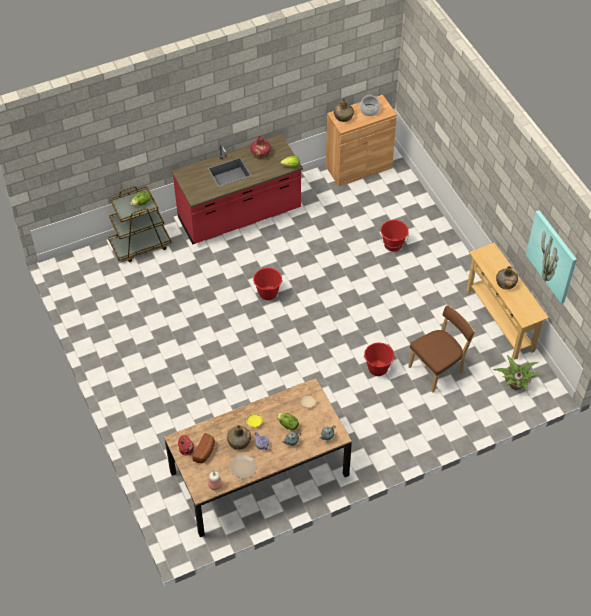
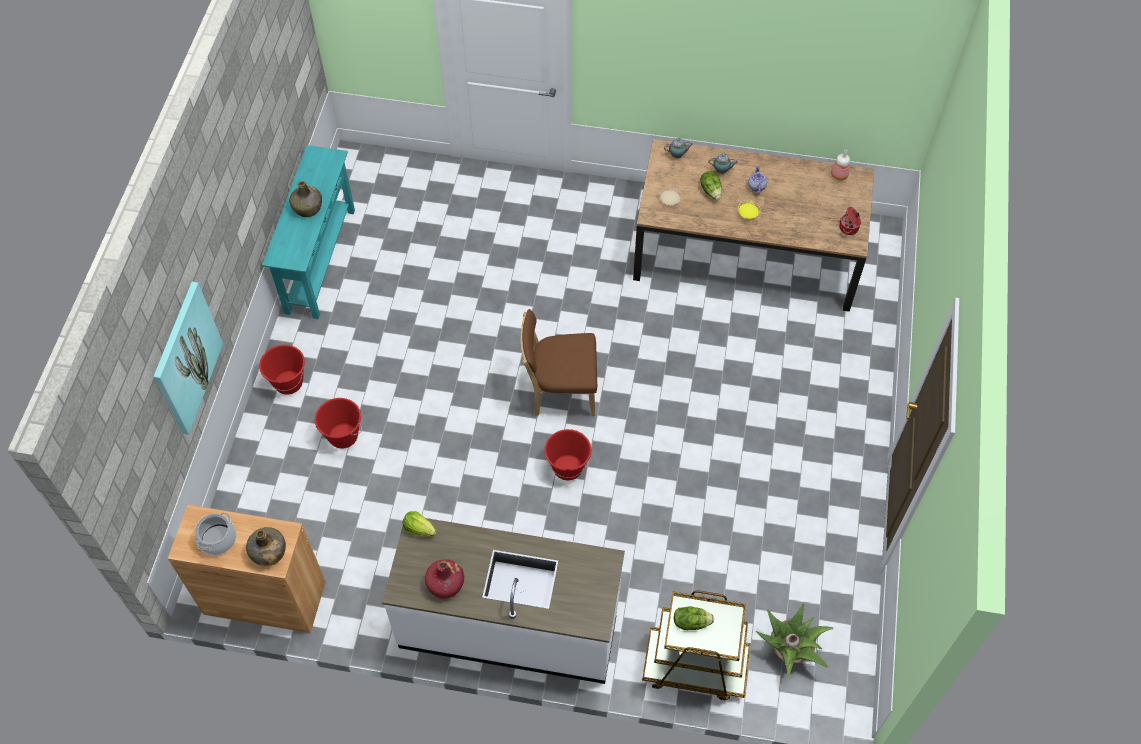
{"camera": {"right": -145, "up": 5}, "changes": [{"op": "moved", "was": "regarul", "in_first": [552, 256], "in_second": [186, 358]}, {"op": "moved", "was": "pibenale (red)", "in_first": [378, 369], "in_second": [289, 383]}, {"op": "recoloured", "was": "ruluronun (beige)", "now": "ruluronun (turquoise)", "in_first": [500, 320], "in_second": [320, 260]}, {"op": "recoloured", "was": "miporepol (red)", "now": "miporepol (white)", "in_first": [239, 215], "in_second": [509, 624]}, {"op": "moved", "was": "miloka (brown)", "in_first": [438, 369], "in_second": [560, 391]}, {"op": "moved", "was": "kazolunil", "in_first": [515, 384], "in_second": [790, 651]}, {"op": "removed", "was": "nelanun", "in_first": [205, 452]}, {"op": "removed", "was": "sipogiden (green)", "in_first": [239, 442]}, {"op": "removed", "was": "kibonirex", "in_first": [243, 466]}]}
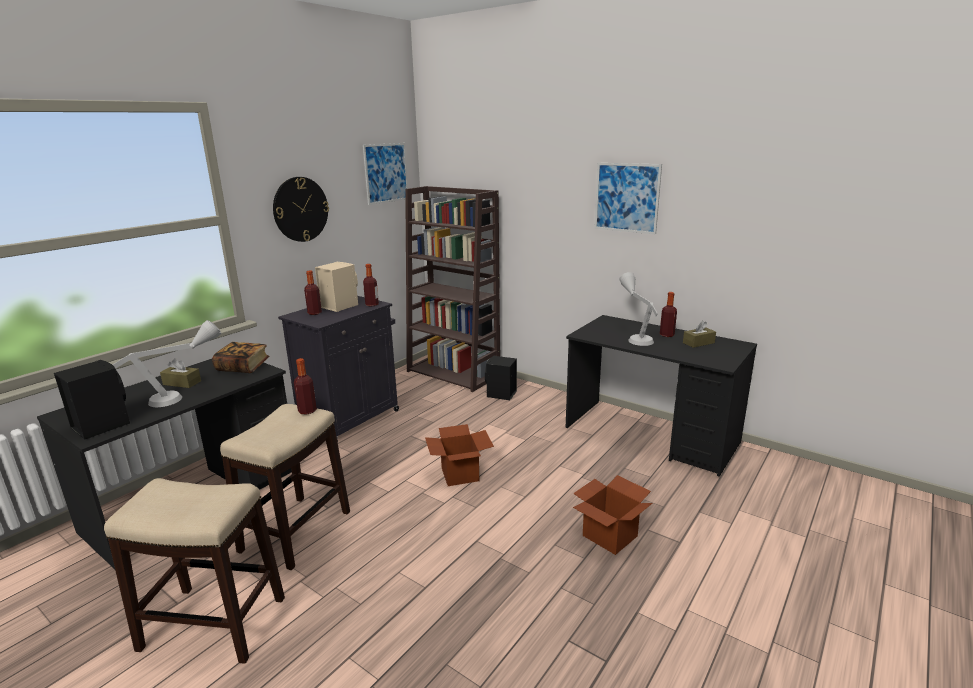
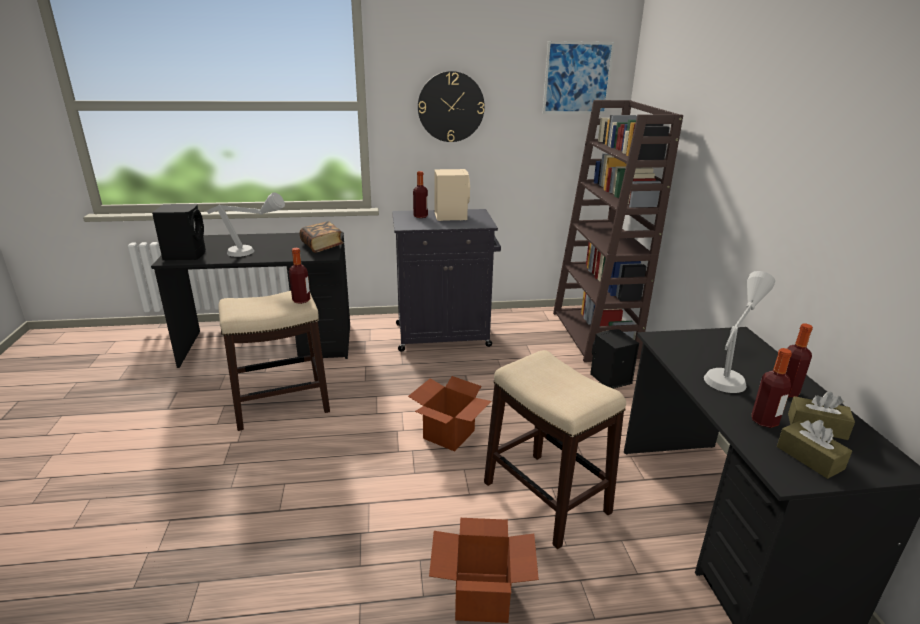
{"camera": {"right": 45, "up": 5}, "changes": [{"op": "moved", "was": "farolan", "in_first": [212, 623], "in_second": [545, 497]}, {"op": "moved", "was": "sipogiden", "in_first": [372, 304], "in_second": [764, 421]}, {"op": "moved", "was": "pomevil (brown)", "in_first": [182, 383], "in_second": [809, 458]}, {"op": "removed", "was": "regarul", "in_first": [626, 197]}]}
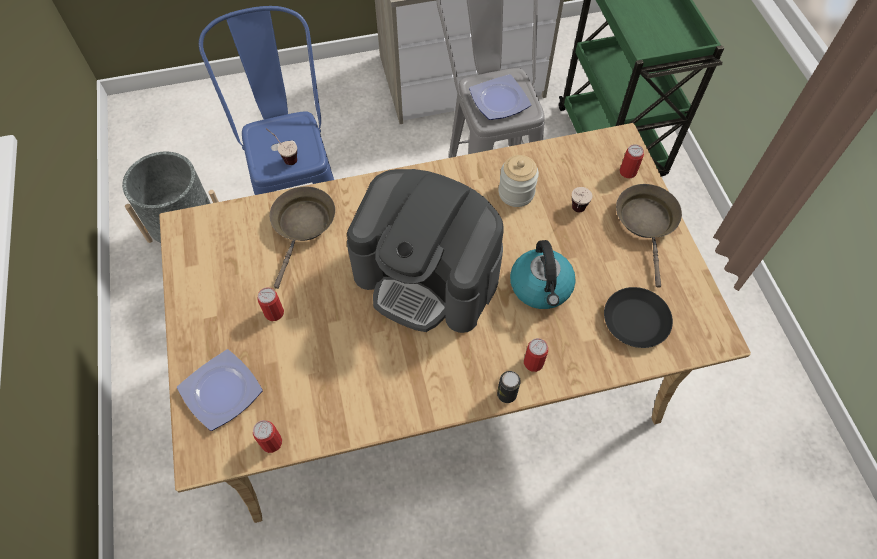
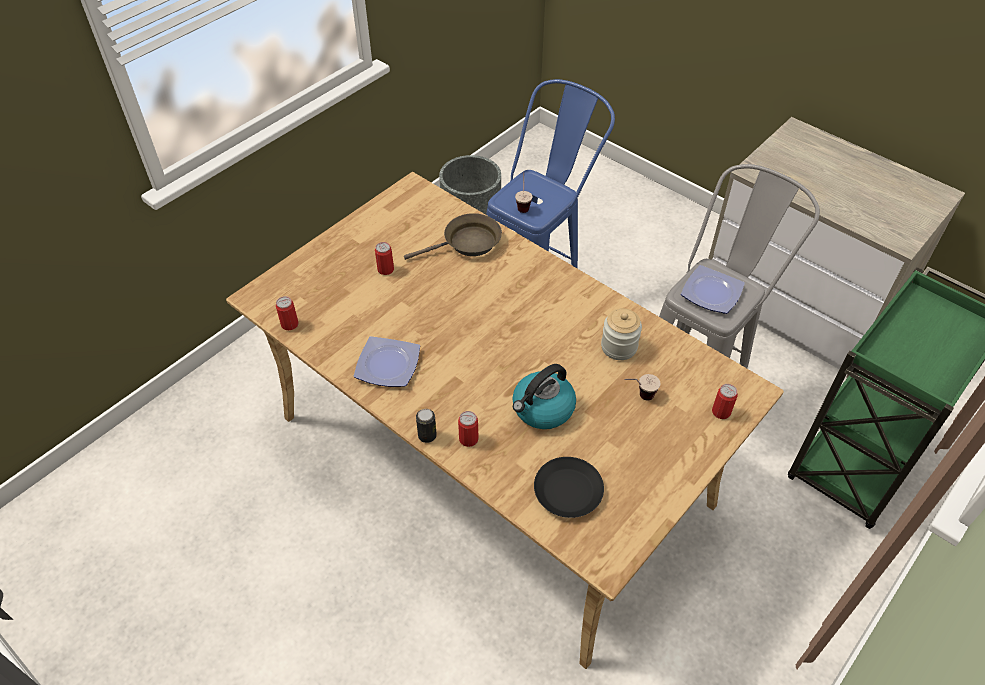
{"camera": {"right": 55, "up": -10}, "changes": [{"op": "moved", "was": "kibonirex", "in_first": [220, 391], "in_second": [387, 364]}, {"op": "removed", "was": "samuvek", "in_first": [428, 276]}, {"op": "removed", "was": "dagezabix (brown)", "in_first": [646, 223]}]}
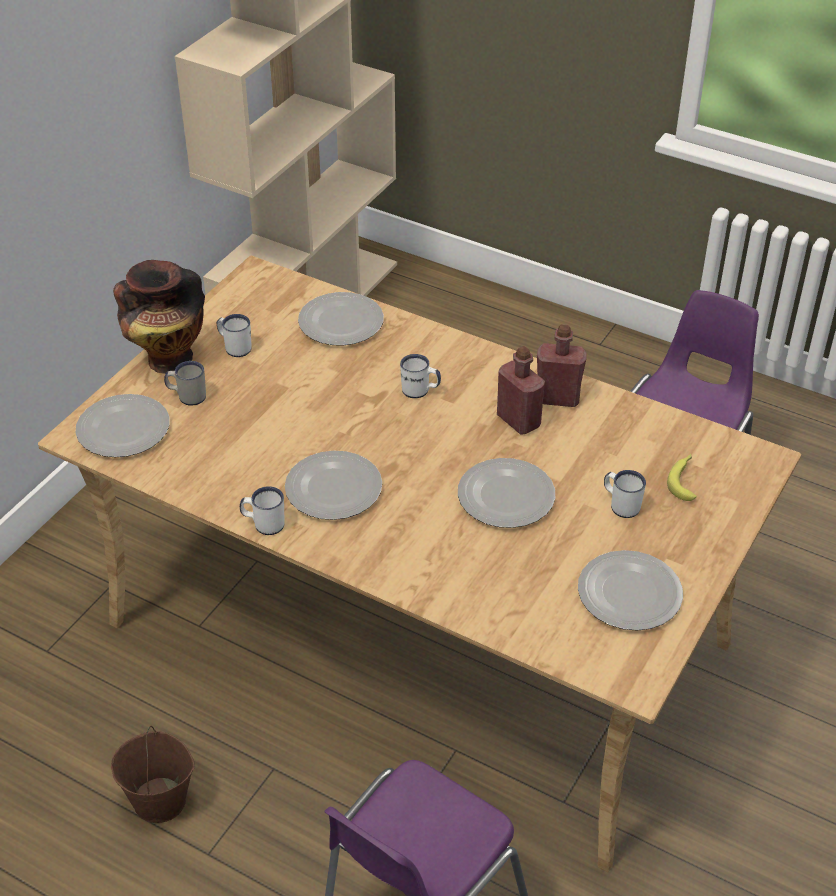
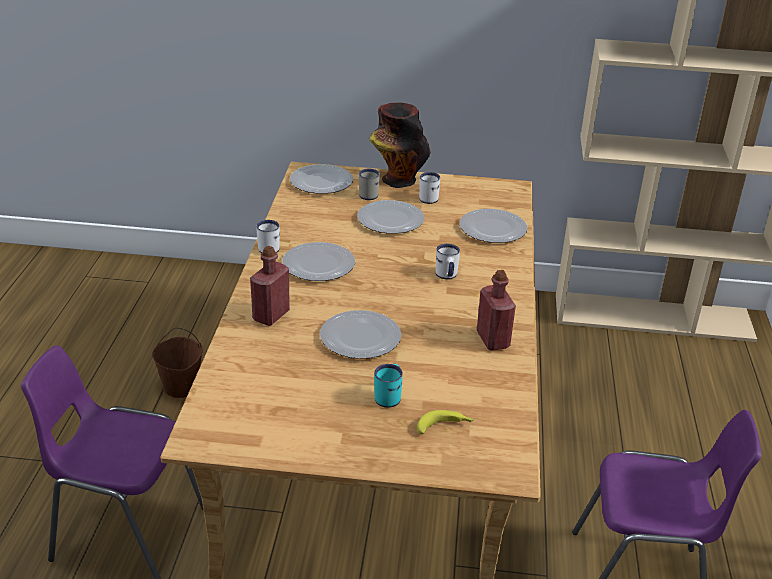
{"camera": {"right": 65, "up": -10}, "changes": [{"op": "moved", "was": "sipogiden (red)", "in_first": [518, 421], "in_second": [271, 315]}, {"op": "moved", "was": "kibonirex", "in_first": [628, 593], "in_second": [390, 219]}, {"op": "recoloured", "was": "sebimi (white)", "now": "sebimi (turquoise)", "in_first": [621, 505], "in_second": [389, 396]}]}
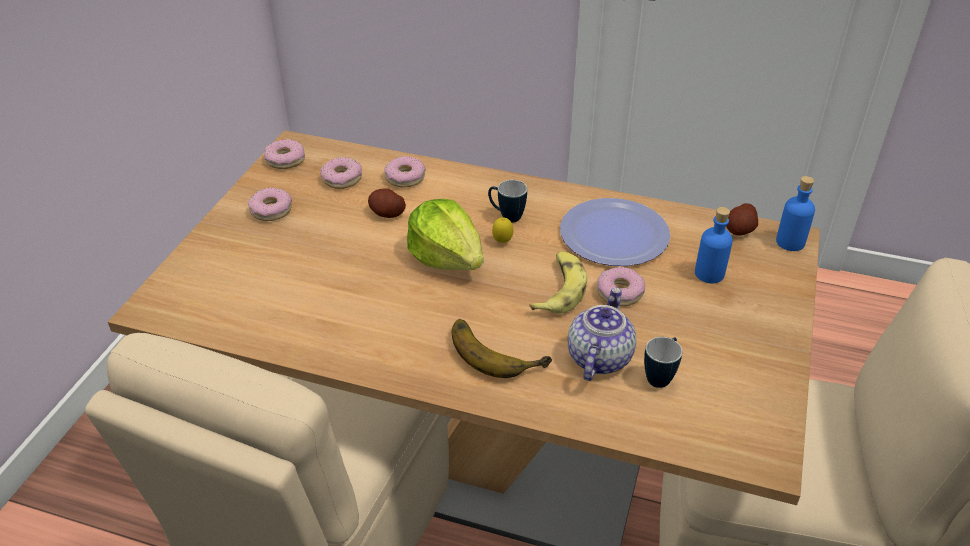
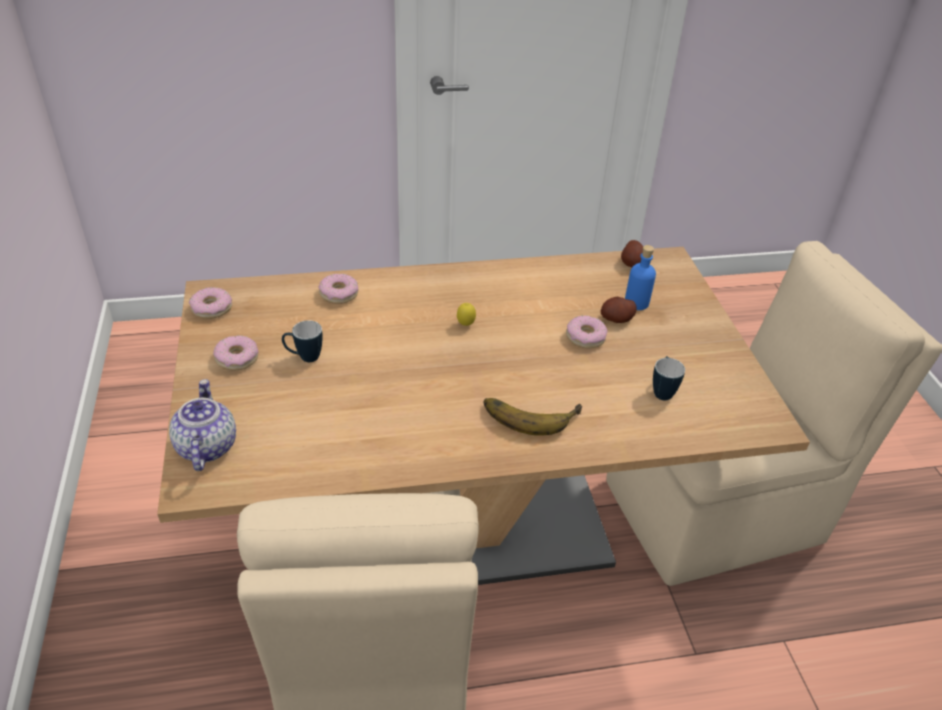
{"camera": {"right": -30, "up": 0}, "changes": [{"op": "moved", "was": "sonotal", "in_first": [598, 357], "in_second": [205, 446]}, {"op": "moved", "was": "sebimi", "in_first": [506, 216], "in_second": [304, 357]}, {"op": "moved", "was": "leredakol", "in_first": [387, 213], "in_second": [617, 319]}, {"op": "removed", "was": "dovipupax", "in_first": [342, 179]}, {"op": "removed", "was": "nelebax", "in_first": [447, 257]}, {"op": "removed", "was": "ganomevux", "in_first": [559, 289]}, {"op": "removed", "was": "kibonirex", "in_first": [614, 234]}, {"op": "removed", "was": "sipogiden (blue)", "in_first": [790, 242]}]}
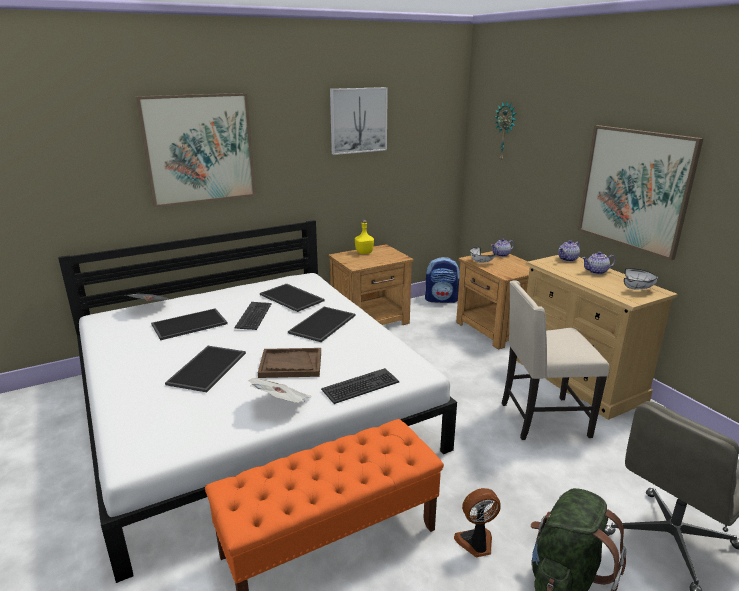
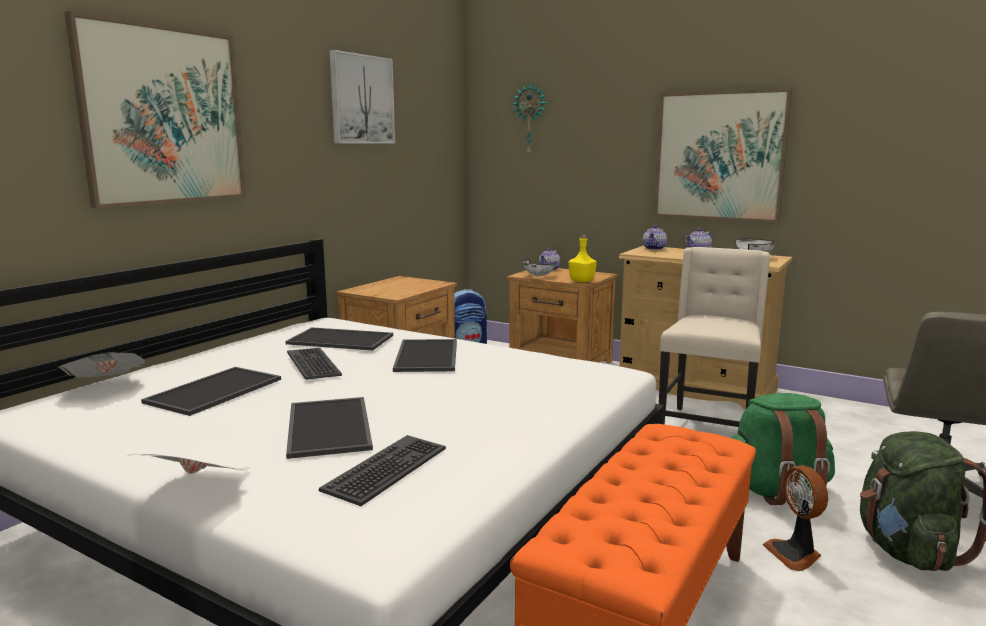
{"camera": {"right": -30, "up": -10}, "changes": [{"op": "moved", "was": "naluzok", "in_first": [282, 404], "in_second": [199, 490]}, {"op": "moved", "was": "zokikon", "in_first": [361, 386], "in_second": [387, 469]}, {"op": "moved", "was": "sipogiden (yellow)", "in_first": [364, 252], "in_second": [581, 281]}, {"op": "turned", "was": "miloka (beige)", "in_first": [542, 419], "in_second": [707, 427], "clockwise": 150}, {"op": "added", "now": "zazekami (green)", "in_second": [776, 490]}, {"op": "turned", "was": "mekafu", "in_first": [476, 543], "in_second": [795, 554], "clockwise": -60}, {"op": "removed", "was": "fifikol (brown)", "in_first": [290, 364]}]}
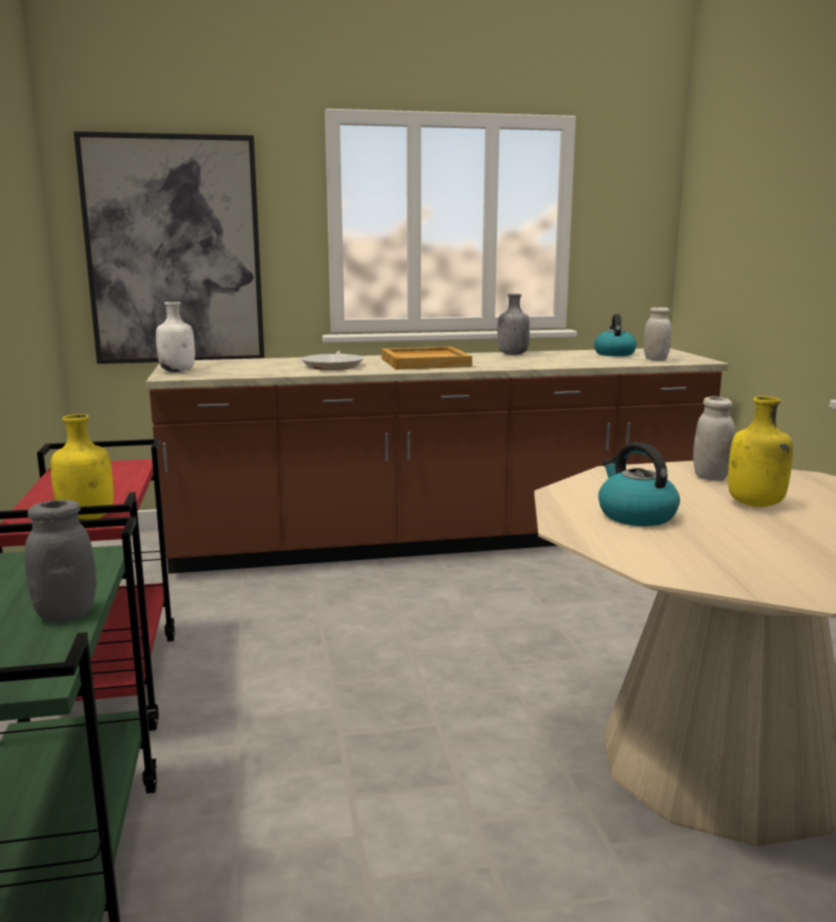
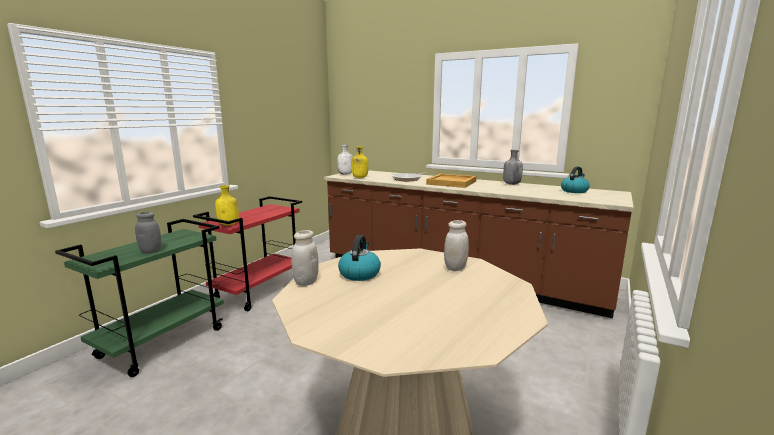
{"camera": {"right": 40, "up": 0}, "changes": [{"op": "moved", "was": "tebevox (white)", "in_first": [655, 359], "in_second": [306, 282]}, {"op": "moved", "was": "sipogiden (yellow)", "in_first": [756, 504], "in_second": [359, 178]}, {"op": "removed", "was": "regarul", "in_first": [174, 251]}]}
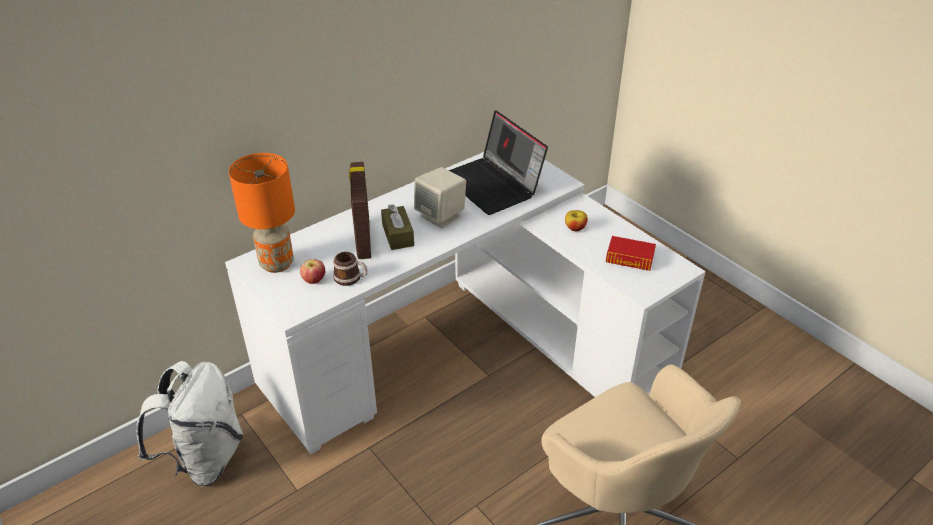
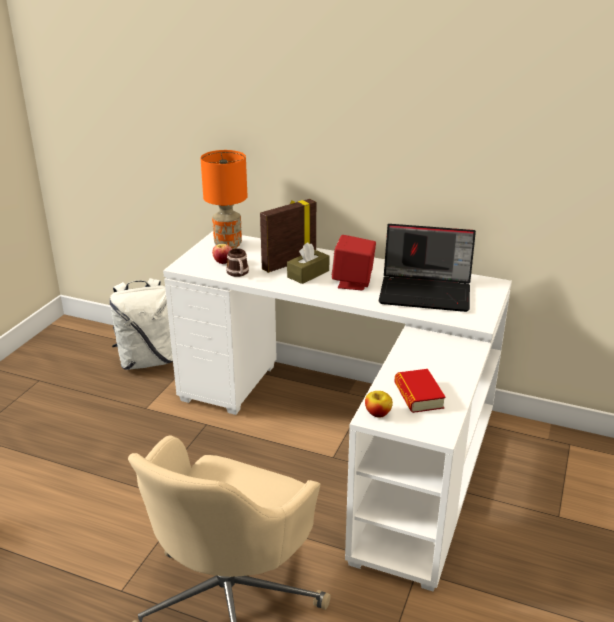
{"camera": {"right": 60, "up": -10}, "changes": [{"op": "recoloured", "was": "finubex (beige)", "now": "finubex (red)", "in_first": [441, 216], "in_second": [353, 283]}, {"op": "moved", "was": "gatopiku", "in_first": [575, 228], "in_second": [378, 413]}, {"op": "turned", "was": "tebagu", "in_first": [493, 185], "in_second": [426, 291], "clockwise": -105}]}
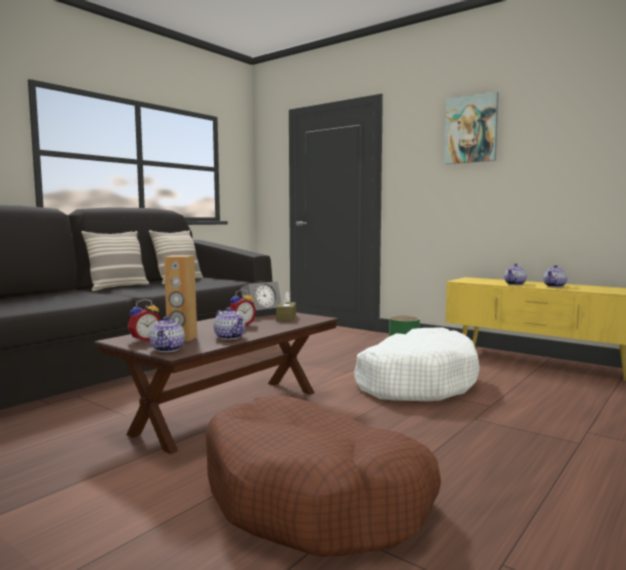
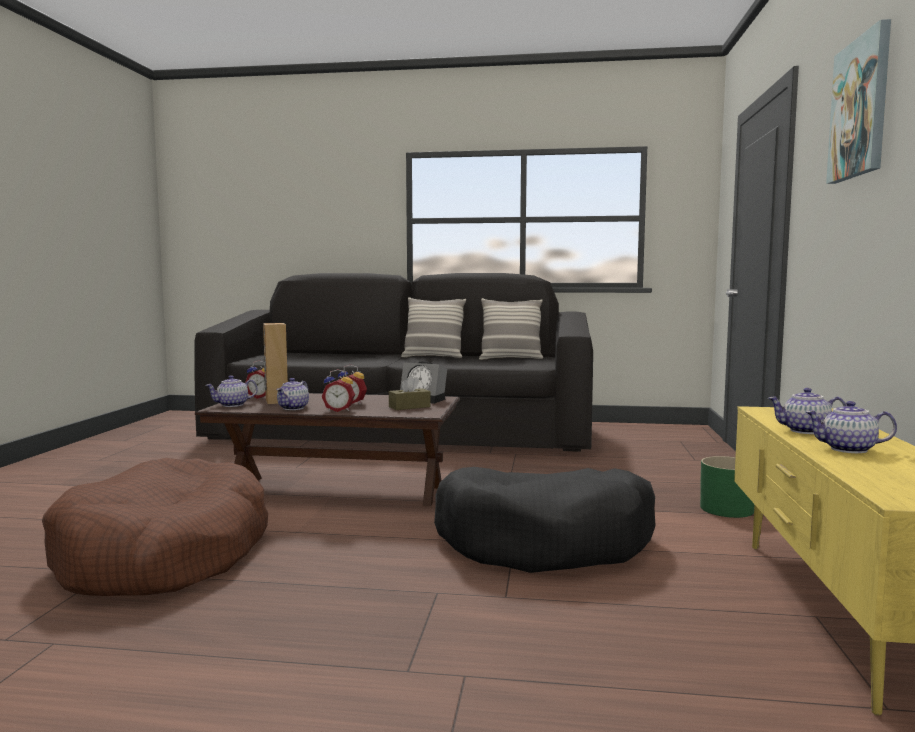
{"camera": {"right": 60, "up": 0}, "changes": [{"op": "added", "now": "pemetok", "in_second": [339, 410]}, {"op": "recoloured", "was": "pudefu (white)", "now": "pudefu (black)", "in_first": [415, 382], "in_second": [545, 542]}]}
